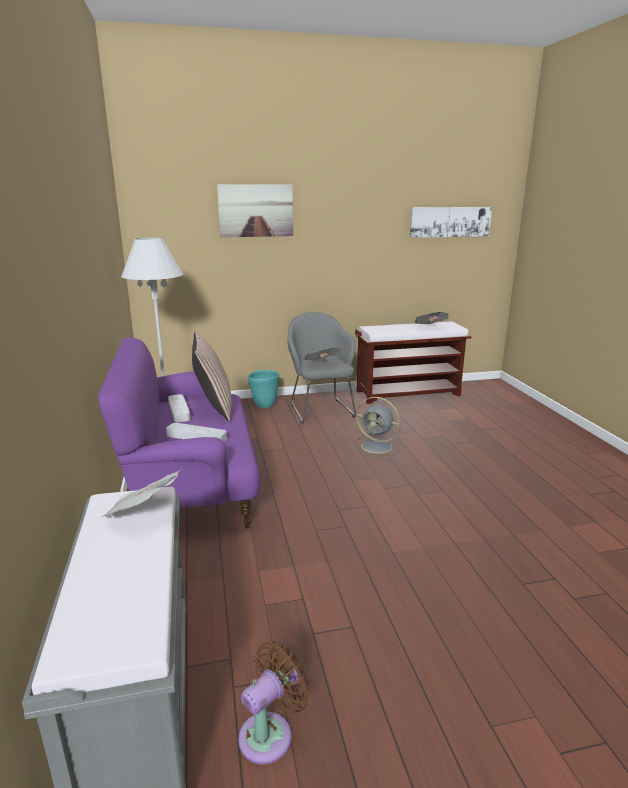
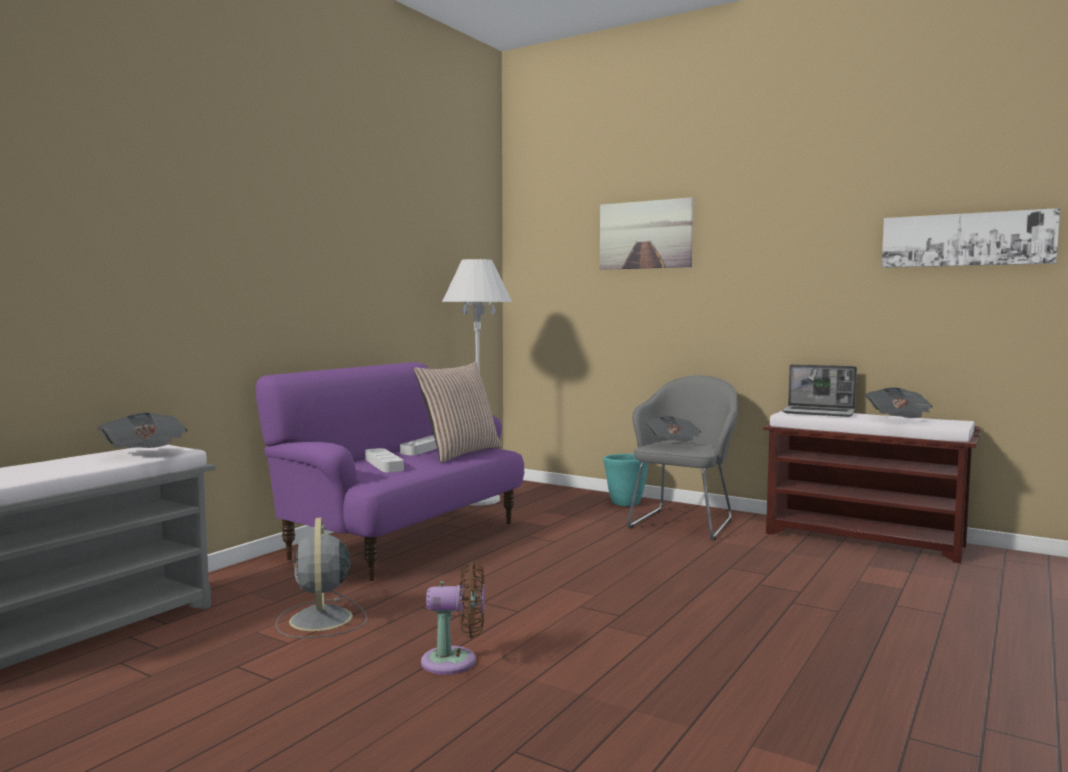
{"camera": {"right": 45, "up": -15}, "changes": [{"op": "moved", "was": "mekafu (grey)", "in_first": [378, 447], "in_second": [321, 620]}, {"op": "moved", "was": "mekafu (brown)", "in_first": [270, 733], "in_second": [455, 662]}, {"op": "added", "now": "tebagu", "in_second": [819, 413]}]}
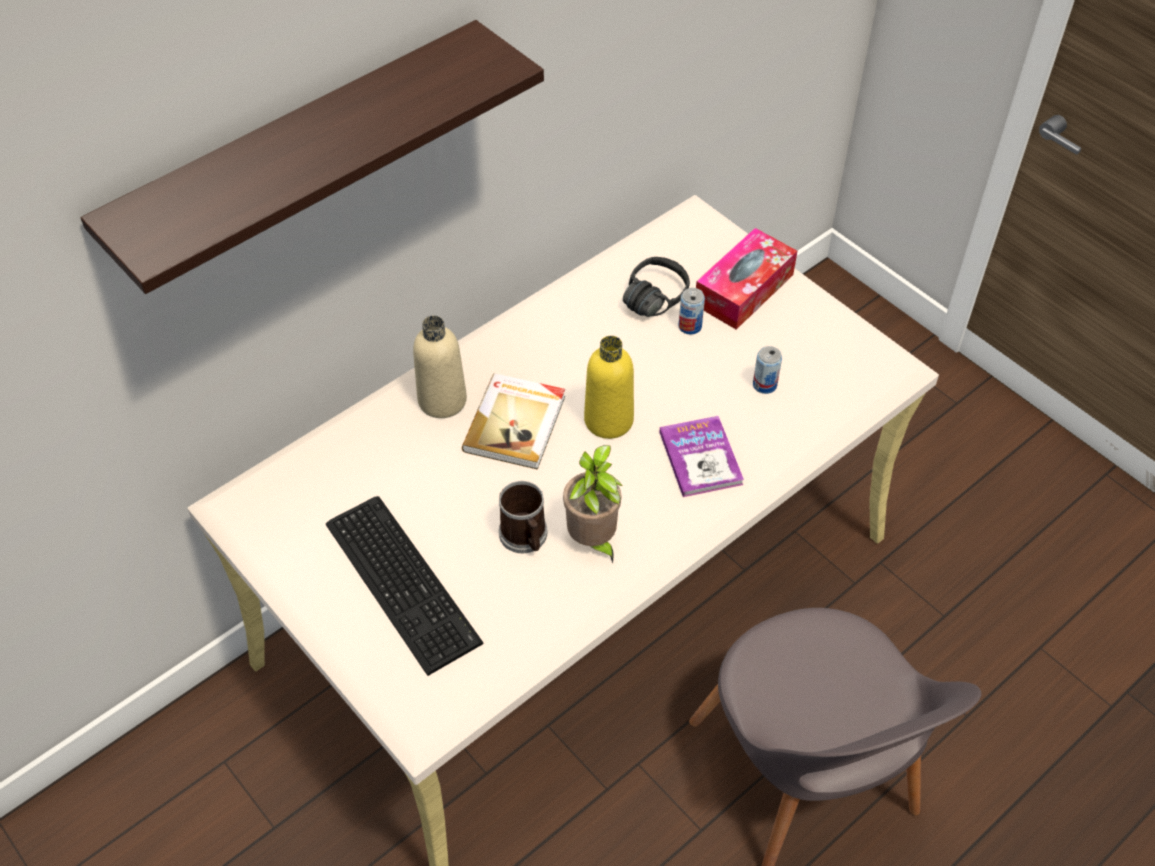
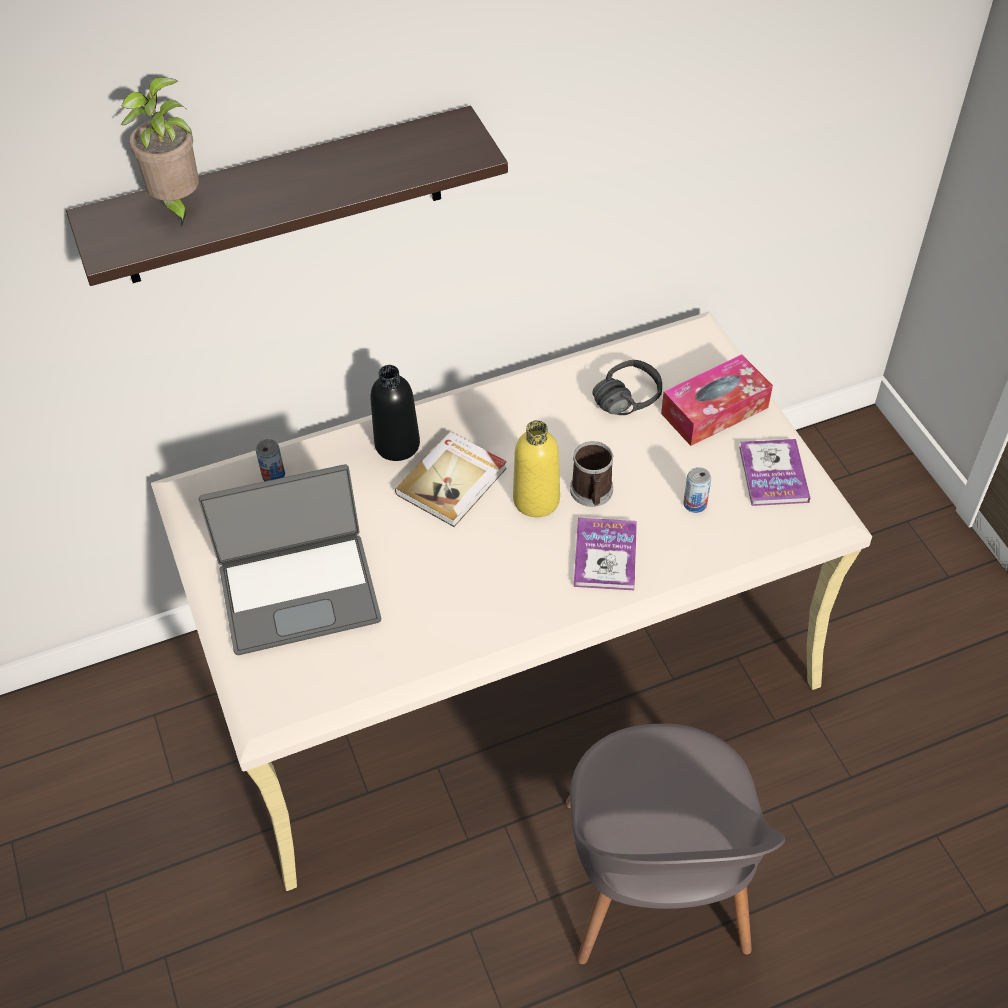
{"camera": {"right": 20, "up": 0}, "changes": [{"op": "moved", "was": "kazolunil", "in_first": [593, 541], "in_second": [177, 205]}, {"op": "replaced", "was": "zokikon", "now": "tebagu", "in_first": [404, 579], "in_second": [299, 592]}, {"op": "moved", "was": "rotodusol", "in_first": [690, 326], "in_second": [273, 475]}, {"op": "recoloured", "was": "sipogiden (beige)", "now": "sipogiden (black)", "in_first": [442, 400], "in_second": [397, 444]}, {"op": "moved", "was": "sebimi", "in_first": [525, 537], "in_second": [592, 494]}, {"op": "added", "now": "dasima", "in_second": [773, 474]}]}
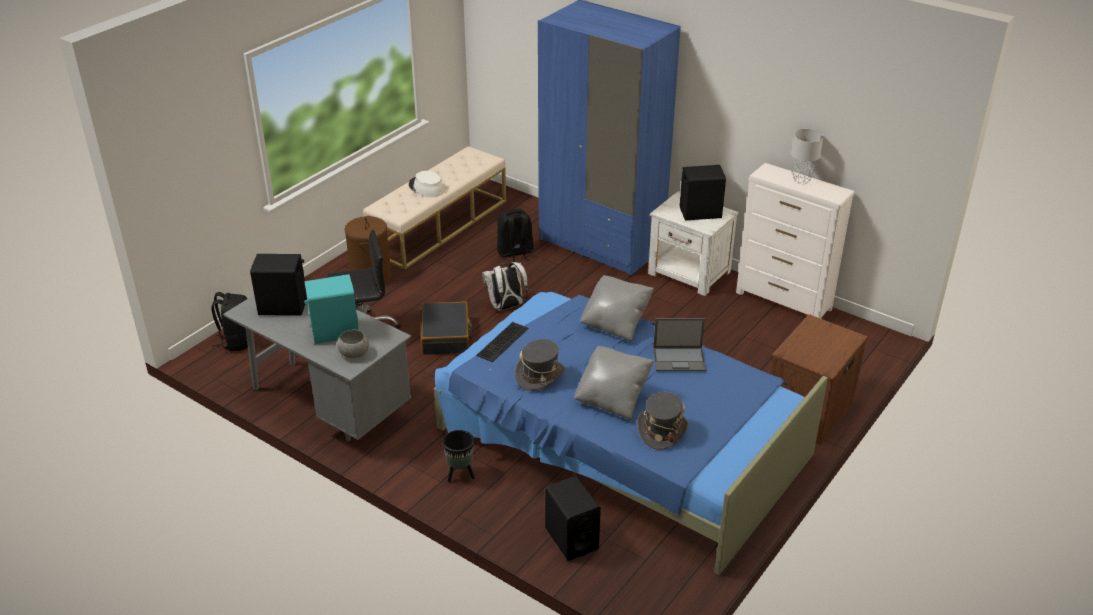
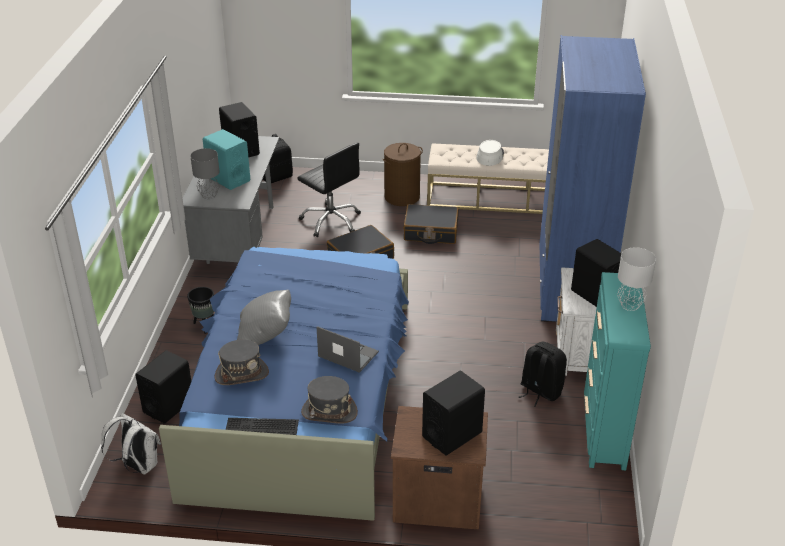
{"camera": {"right": 60, "up": 0}, "changes": [{"op": "moved", "was": "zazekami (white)", "in_first": [506, 307], "in_second": [138, 466]}, {"op": "replaced", "was": "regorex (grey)", "now": "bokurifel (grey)", "in_first": [354, 353], "in_second": [209, 195]}, {"op": "moved", "was": "zokikon", "in_first": [503, 342], "in_second": [261, 427]}, {"op": "moved", "was": "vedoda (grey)", "in_first": [540, 375], "in_second": [329, 412]}, {"op": "turned", "was": "tebagu", "in_first": [679, 359], "in_second": [347, 354], "clockwise": 150}, {"op": "added", "now": "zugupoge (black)", "in_second": [430, 232]}, {"op": "added", "now": "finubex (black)", "in_second": [452, 434]}, {"op": "moved", "was": "zazekami (black)", "in_first": [515, 253], "in_second": [540, 391]}, {"op": "recoloured", "was": "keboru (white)", "now": "keboru (turquoise)", "in_first": [784, 301], "in_second": [604, 431]}, {"op": "removed", "was": "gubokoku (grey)", "in_first": [615, 323]}]}
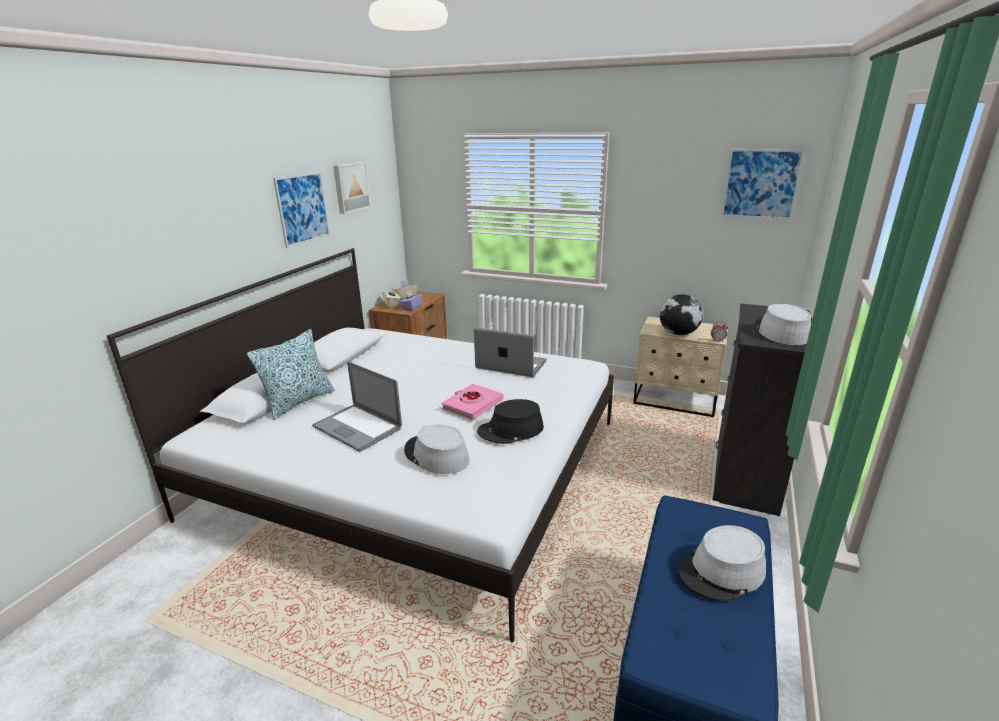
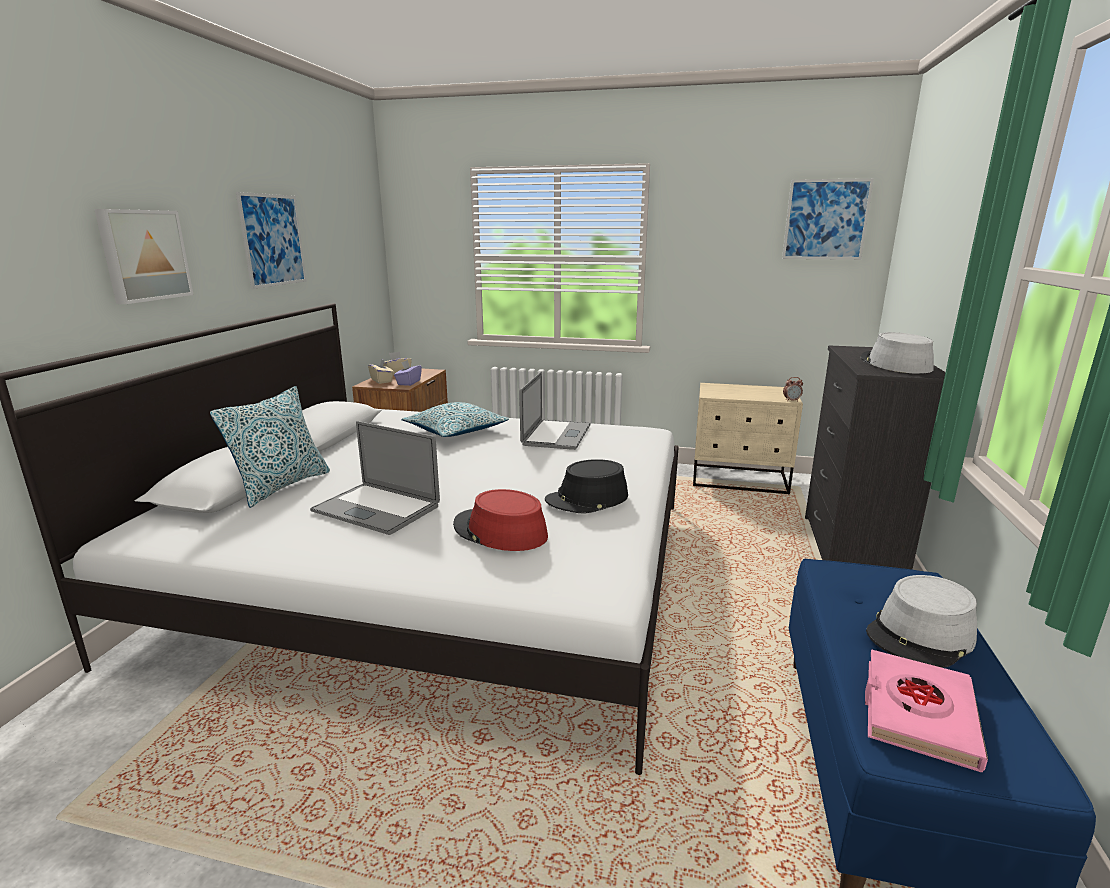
{"camera": {"right": -10, "up": -5}, "changes": [{"op": "moved", "was": "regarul", "in_first": [350, 187], "in_second": [143, 255]}, {"op": "added", "now": "gubokoku", "in_second": [456, 431]}, {"op": "recoloured", "was": "vedoda (grey)", "now": "vedoda (red)", "in_first": [436, 455], "in_second": [500, 531]}, {"op": "turned", "was": "tebagu", "in_first": [511, 365], "in_second": [556, 435], "clockwise": 90}, {"op": "moved", "was": "dasima (pink)", "in_first": [472, 405], "in_second": [917, 713]}, {"op": "removed", "was": "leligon", "in_first": [678, 333]}]}
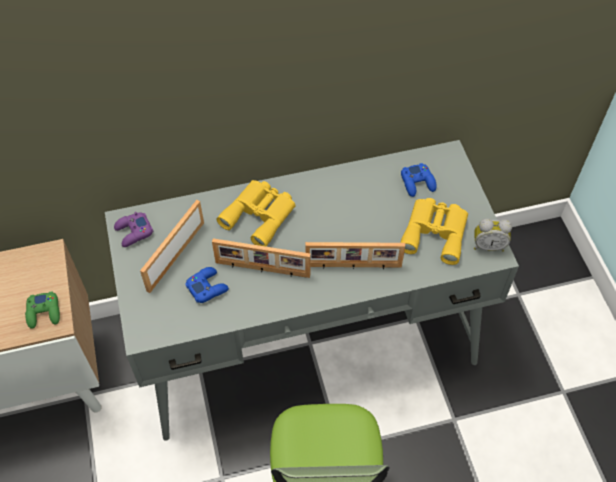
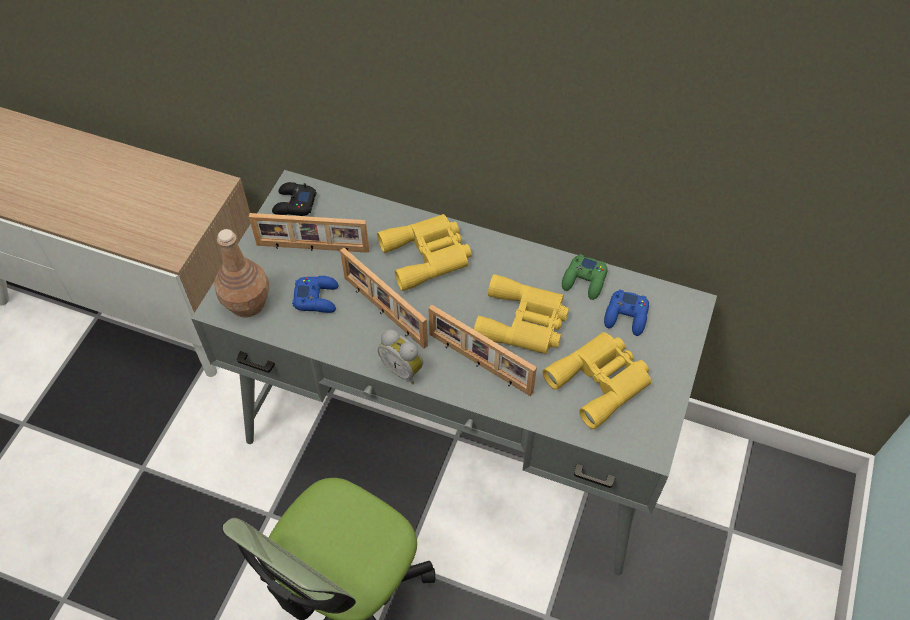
{"camera": {"right": 35, "up": 0}, "changes": [{"op": "added", "now": "sipogiden (brown)", "in_second": [247, 303]}, {"op": "turned", "was": "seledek", "in_first": [174, 255], "in_second": [312, 248], "clockwise": -150}, {"op": "recoloured", "was": "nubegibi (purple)", "now": "nubegibi (black)", "in_first": [134, 232], "in_second": [294, 204]}, {"op": "moved", "was": "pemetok", "in_first": [488, 245], "in_second": [403, 368]}, {"op": "added", "now": "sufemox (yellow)", "in_second": [524, 323]}, {"op": "moved", "was": "nubegibi (green)", "in_first": [44, 312], "in_second": [584, 281]}]}
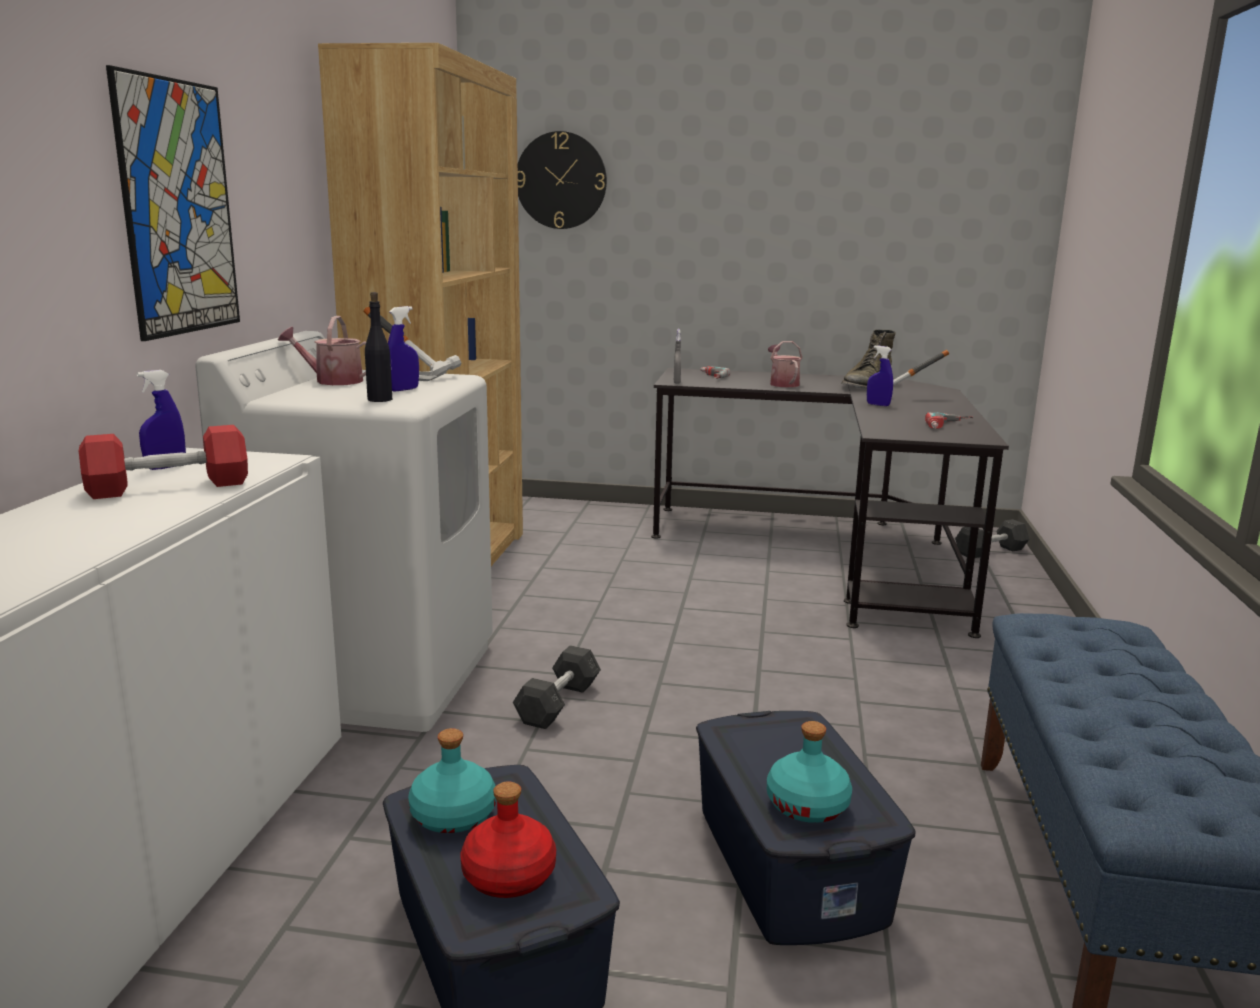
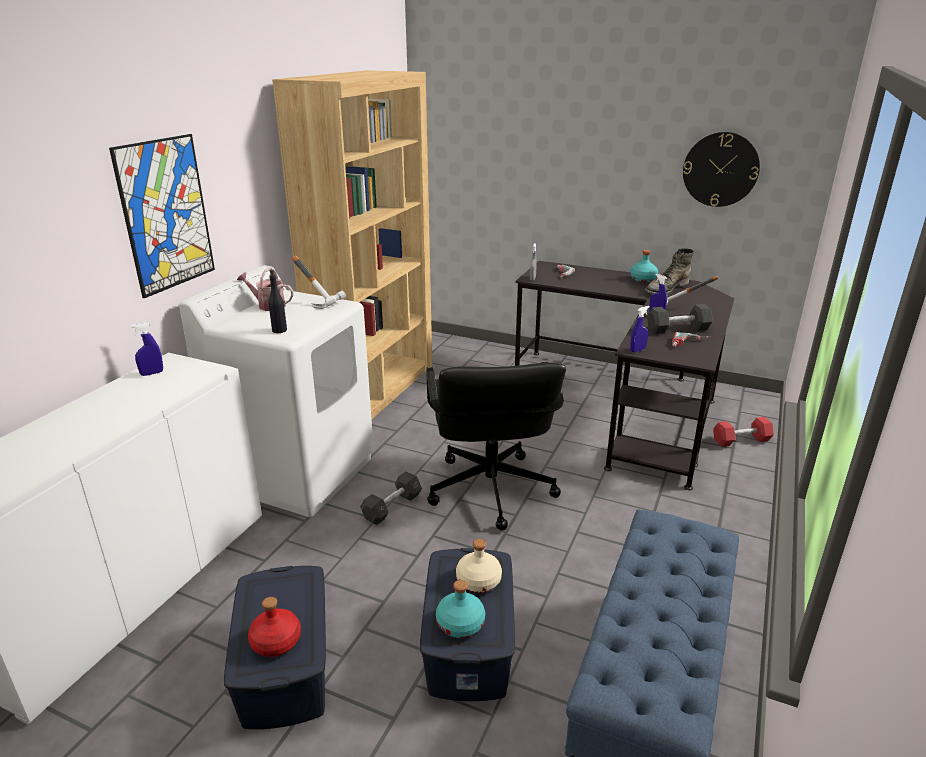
{"camera": {"right": 15, "up": 10}, "changes": [{"op": "added", "now": "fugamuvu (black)", "in_second": [490, 490]}, {"op": "added", "now": "sipogiden (beige)", "in_second": [478, 581]}, {"op": "moved", "was": "sipogiden (turquoise)", "in_first": [452, 816], "in_second": [642, 279]}, {"op": "moved", "was": "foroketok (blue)", "in_first": [403, 389], "in_second": [637, 350]}, {"op": "moved", "was": "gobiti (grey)", "in_first": [990, 551], "in_second": [678, 329]}, {"op": "moved", "was": "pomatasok", "in_first": [561, 180], "in_second": [720, 169]}, {"op": "moved", "was": "gobiti (red)", "in_first": [169, 487], "in_second": [741, 440]}, {"op": "removed", "was": "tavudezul", "in_first": [782, 383]}]}
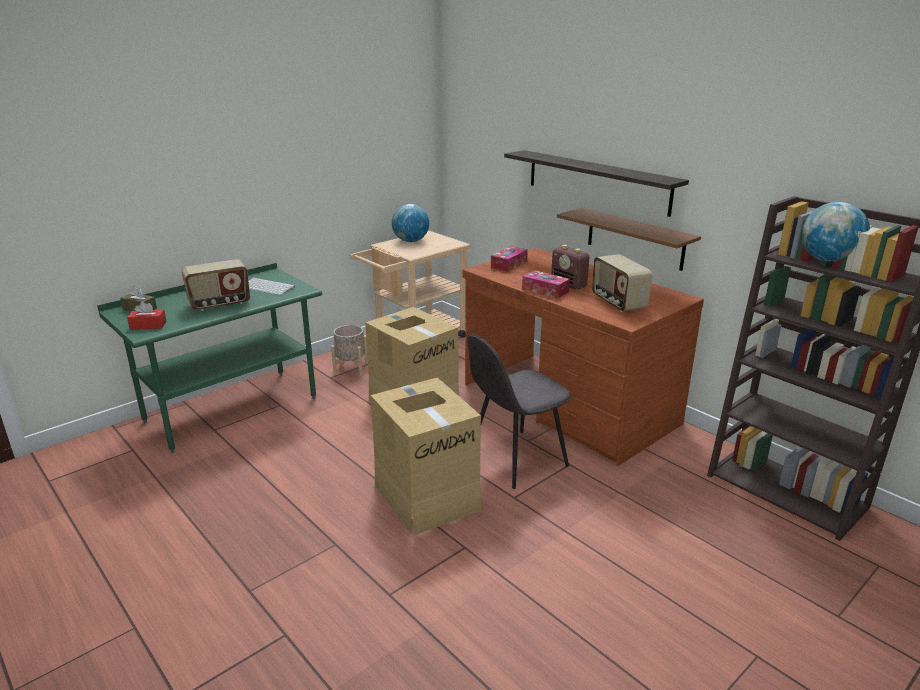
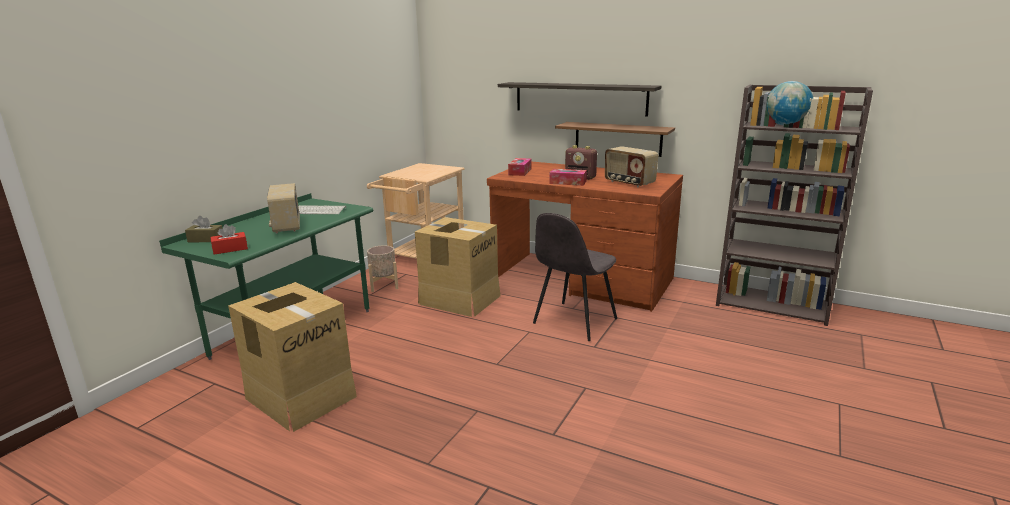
{"camera": {"right": -20, "up": -5}, "changes": [{"op": "moved", "was": "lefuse", "in_first": [427, 496], "in_second": [301, 396]}, {"op": "turned", "was": "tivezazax", "in_first": [219, 304], "in_second": [286, 226], "clockwise": 120}, {"op": "removed", "was": "leligon", "in_first": [410, 241]}]}
